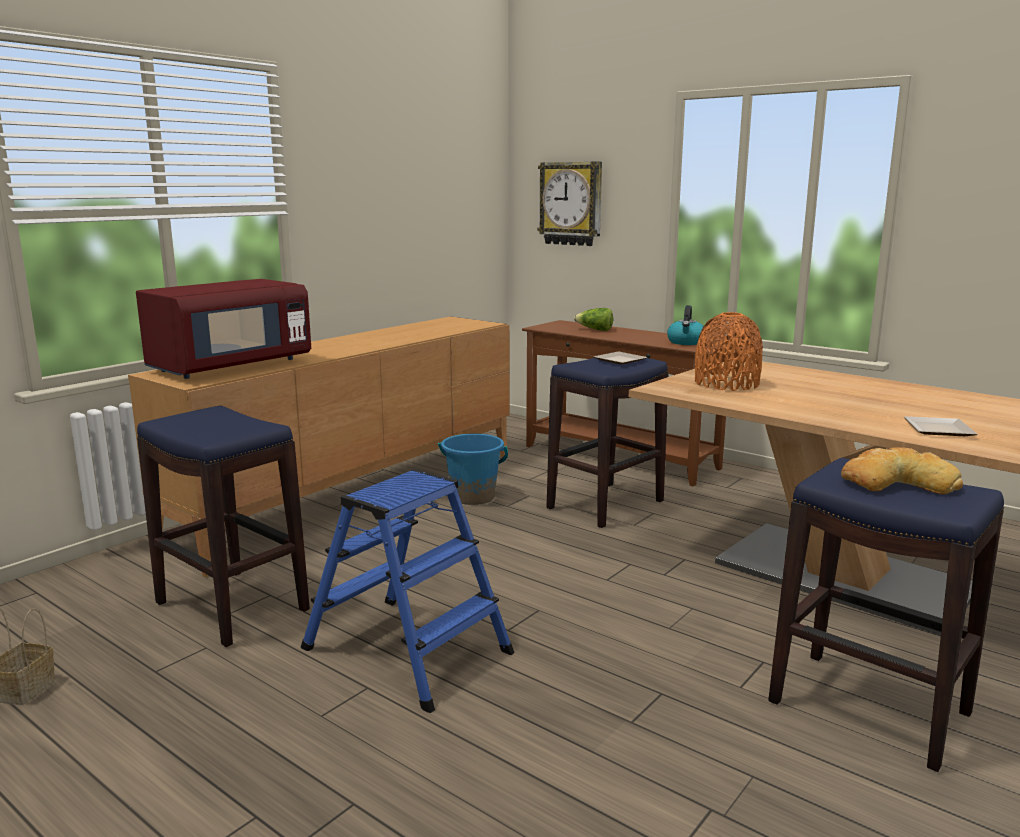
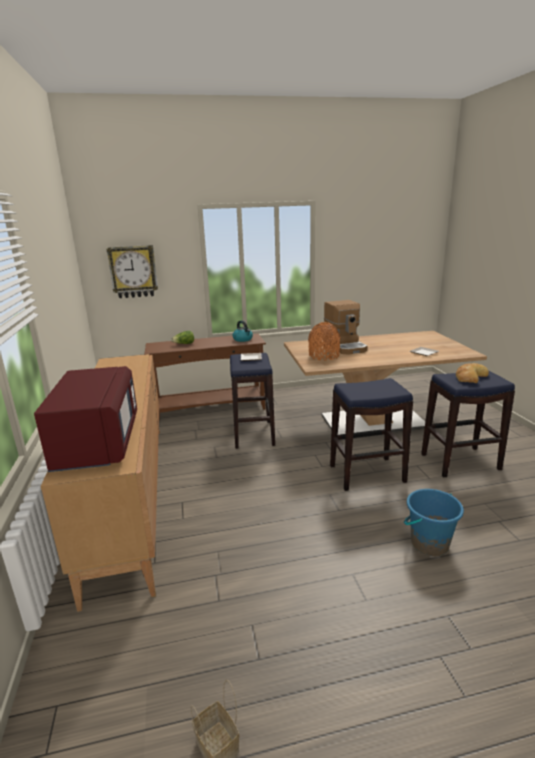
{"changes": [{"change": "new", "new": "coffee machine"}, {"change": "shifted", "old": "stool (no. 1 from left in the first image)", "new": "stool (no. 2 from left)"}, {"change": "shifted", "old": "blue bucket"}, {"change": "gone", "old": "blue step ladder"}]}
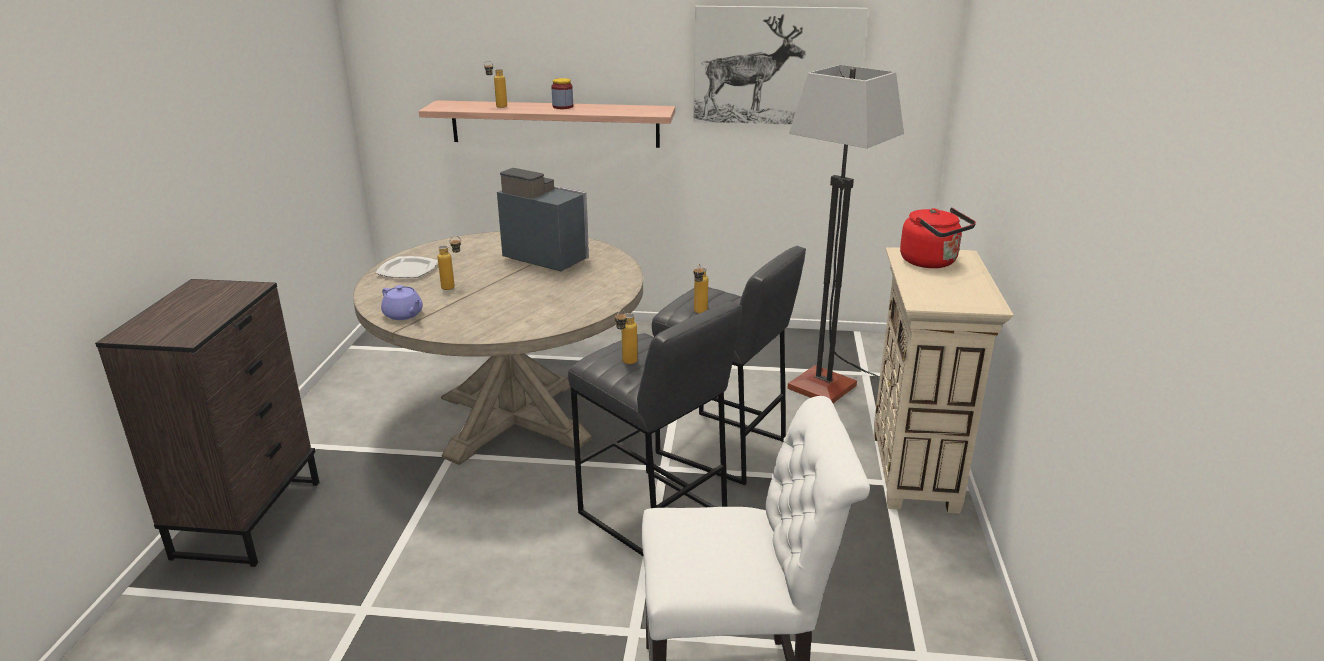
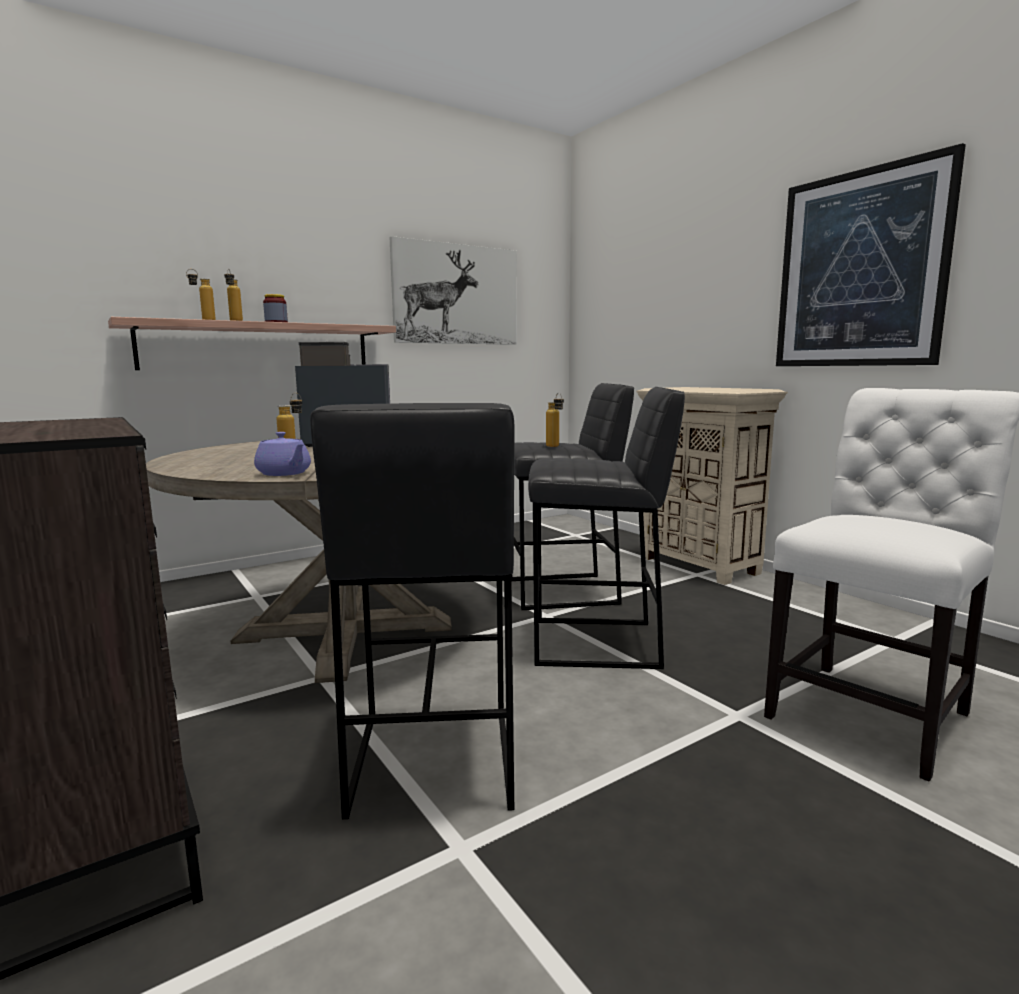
{"changes": [{"change": "shifted", "old": "bottle (no. 3 from left in the first image)", "new": "bottle (no. 2 from left)"}, {"change": "rotated", "old": "purple teapot", "degrees": 45}, {"change": "new", "new": "grey stool (no. 1 from left)"}, {"change": "new", "new": "picture (no. 2 from left)"}, {"change": "gone", "old": "plate"}, {"change": "gone", "old": "floor lamp"}, {"change": "gone", "old": "red kettle"}]}
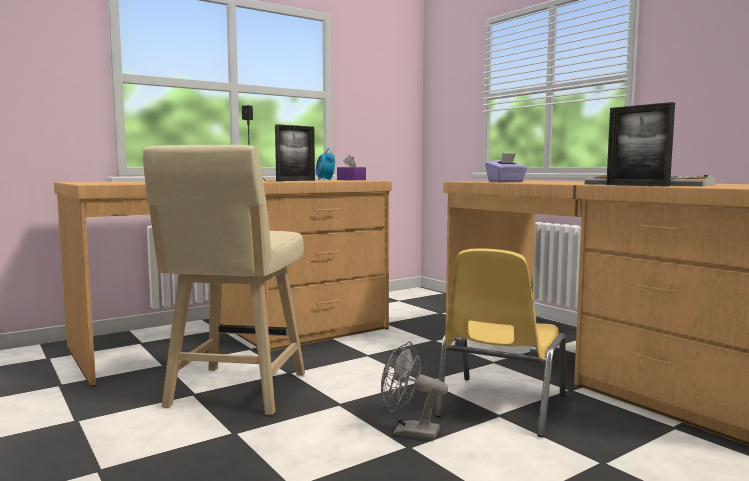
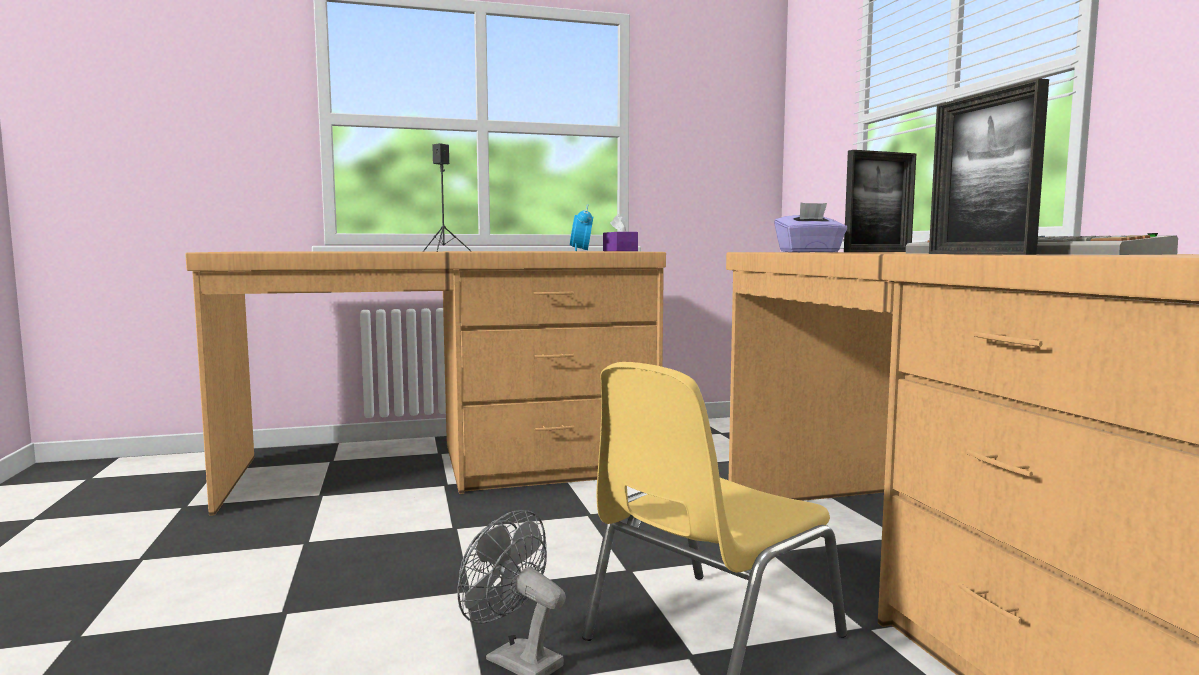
{"changes": [{"change": "shifted", "old": "picture frame (no. 1 from left)"}, {"change": "gone", "old": "beige stool"}]}
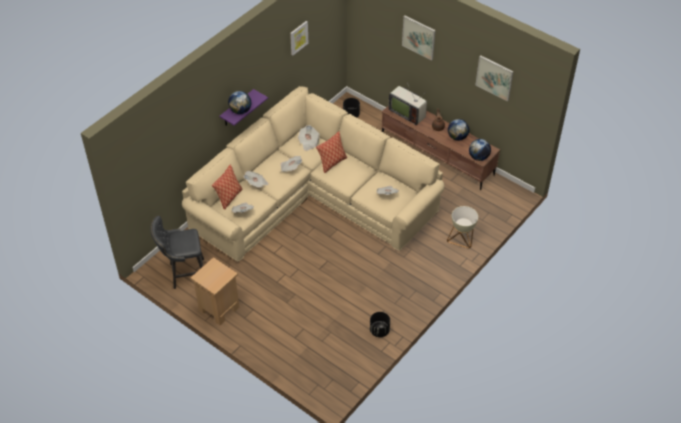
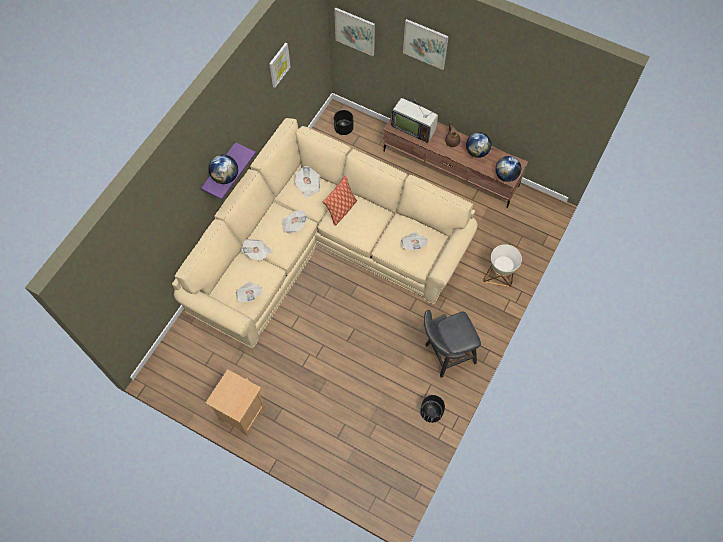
{"changes": [{"change": "shifted", "old": "picture (no. 3 from left in the first image)", "new": "picture (no. 2 from left)"}, {"change": "shifted", "old": "grey stool"}, {"change": "gone", "old": "pillow (no. 1 from left)"}]}
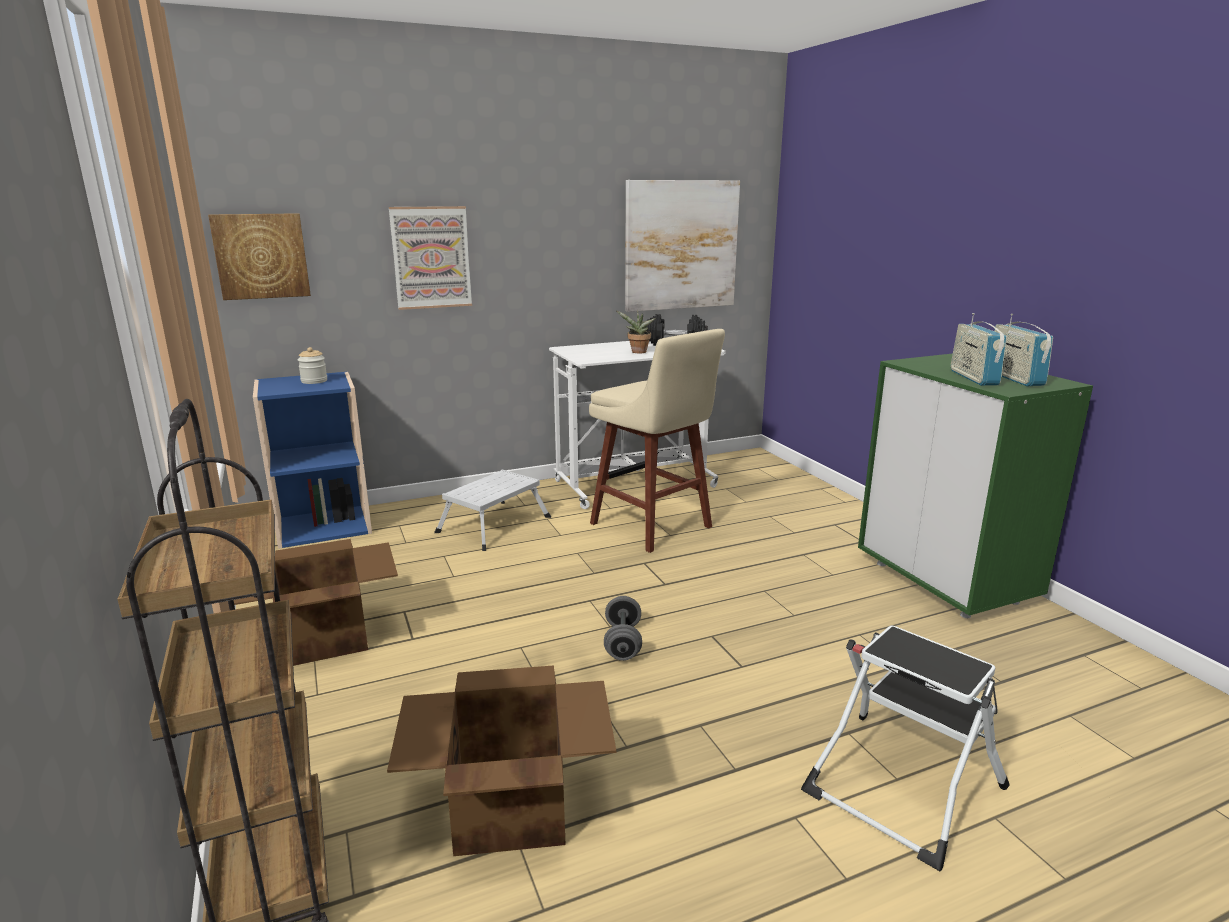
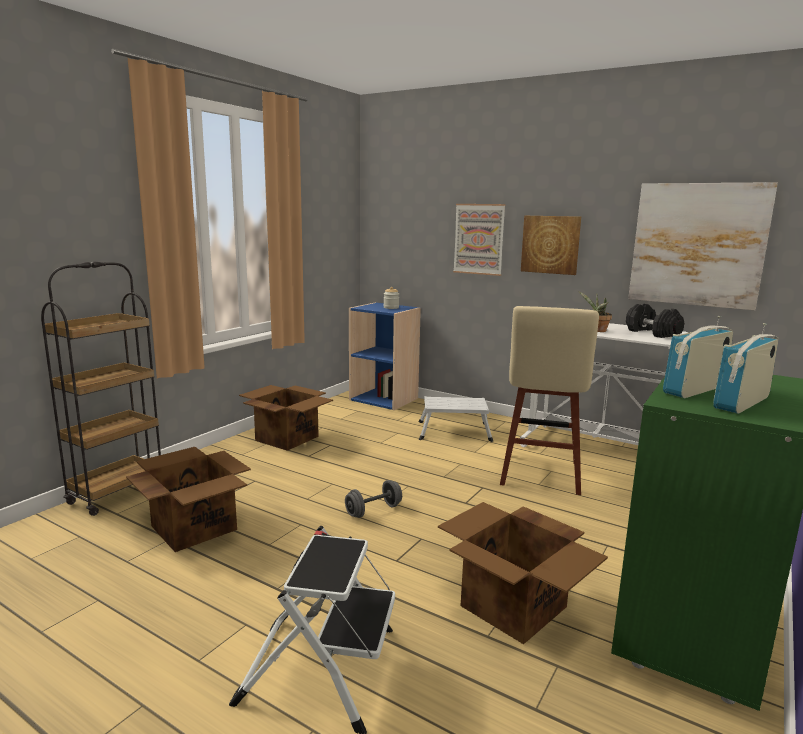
{"changes": [{"change": "new", "new": "cardboard box (no. 3 from left)"}, {"change": "shifted", "old": "picture (no. 1 from left in the first image)", "new": "picture (no. 2 from left)"}]}
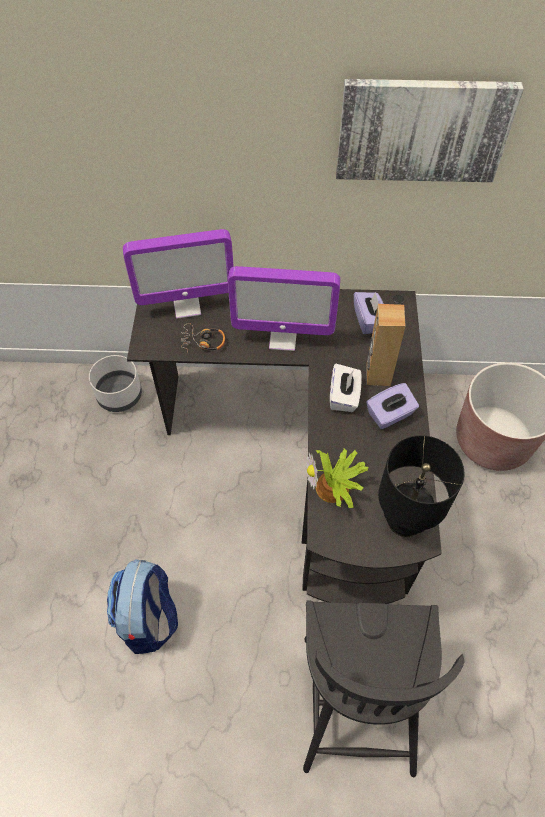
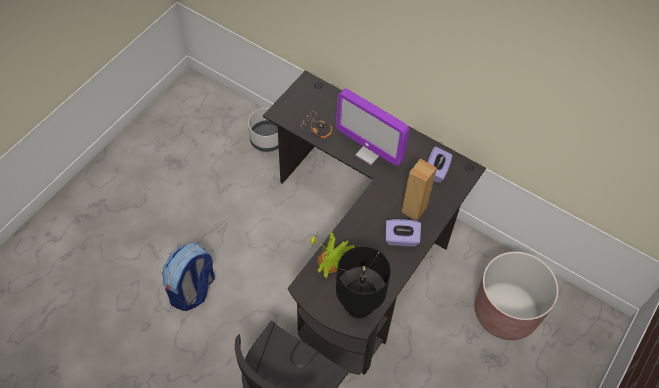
{"changes": [{"change": "gone", "old": "monitor (no. 1 from left)"}, {"change": "gone", "old": "white tissue box"}, {"change": "gone", "old": "picture"}]}
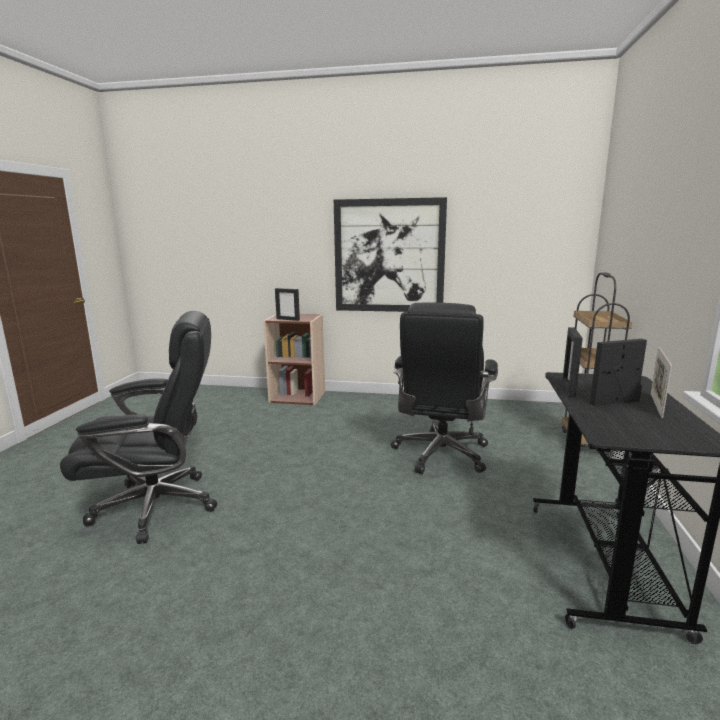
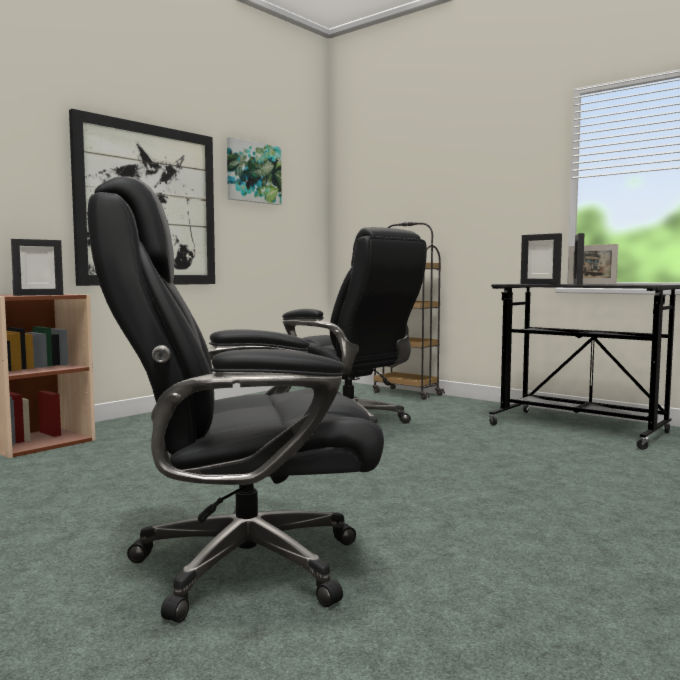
{"changes": [{"change": "rotated", "old": "black office chair (no. 1 from left)", "degrees": -120}, {"change": "new", "new": "picture (no. 2 from left)"}]}
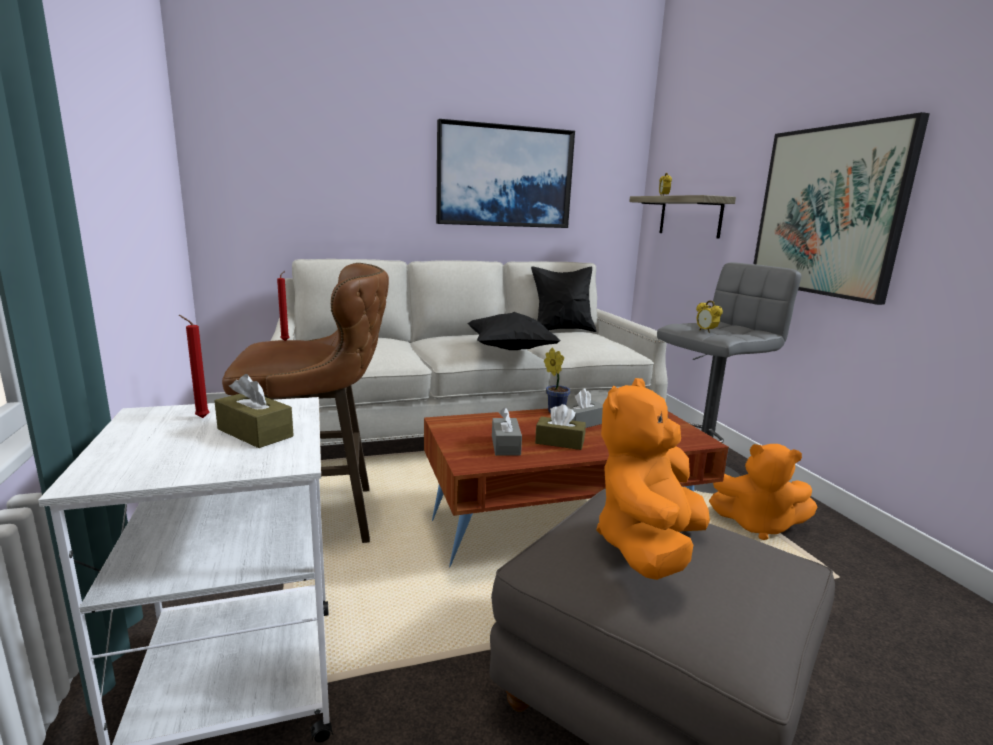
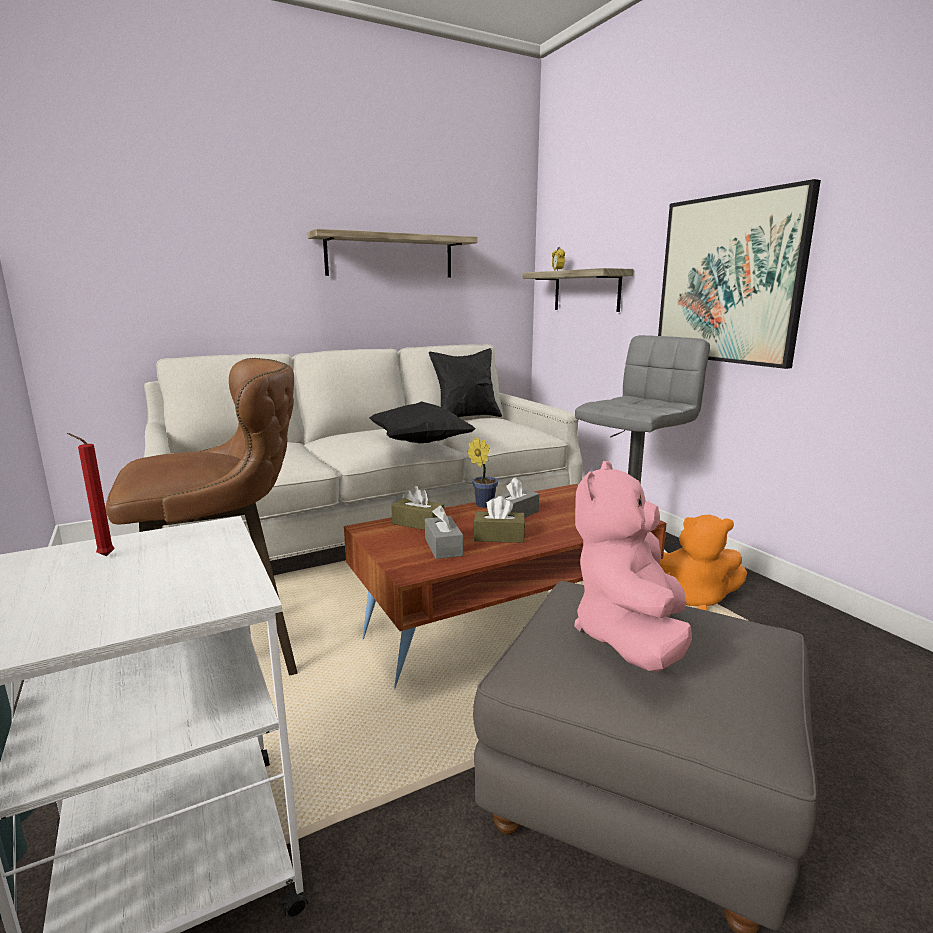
{"changes": [{"change": "swapped", "old": "picture (no. 1 from left)", "new": "shelf (no. 1 from left)"}, {"change": "shifted", "old": "brown tissue box (no. 1 from left)"}, {"change": "repainted", "old": "orange plush toy (no. 1 from left)", "new": "pink plush toy"}, {"change": "gone", "old": "red candle (no. 2 from left)"}, {"change": "gone", "old": "alarm clock (no. 2 from left)"}]}
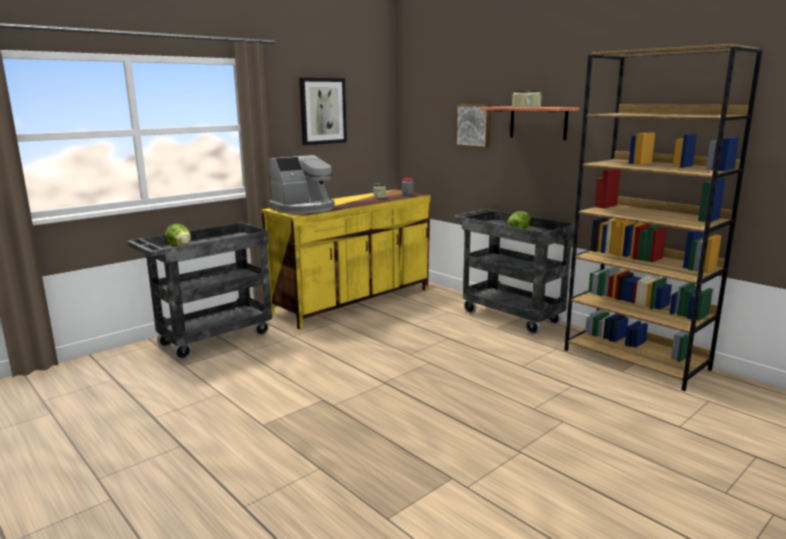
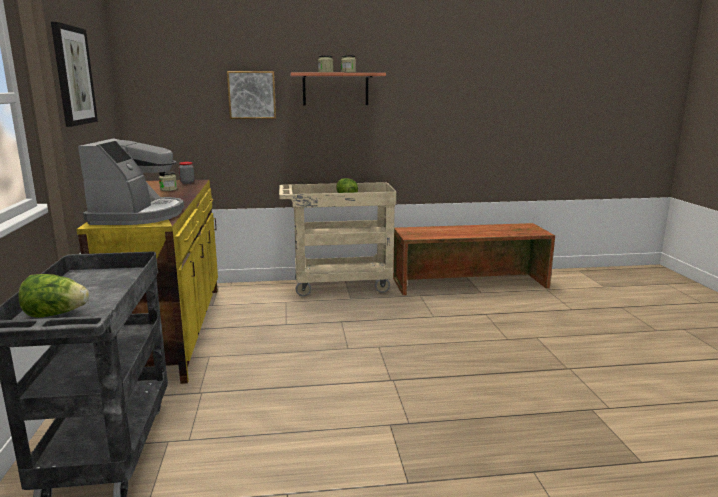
{"changes": [{"change": "repainted", "old": "black cart (no. 2 from left)", "new": "beige cart"}, {"change": "swapped", "old": "brown bookcase", "new": "brown bench"}]}
